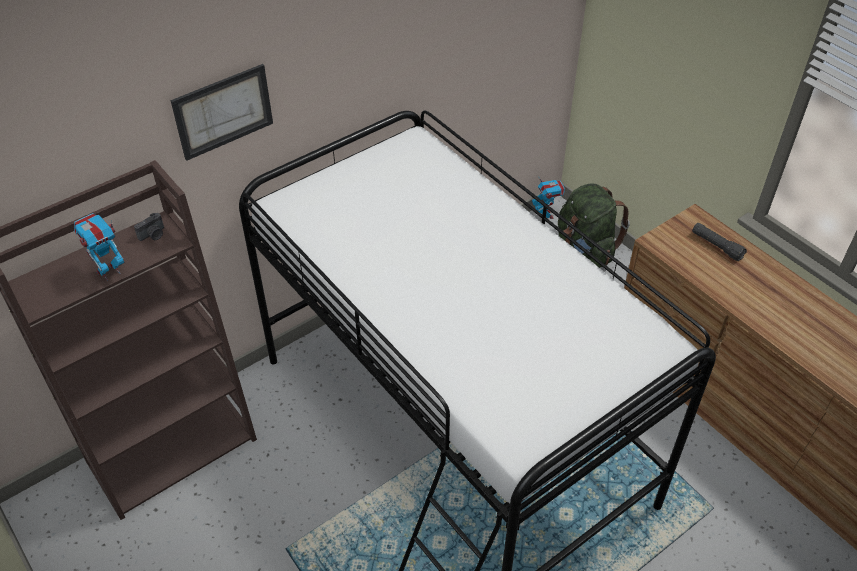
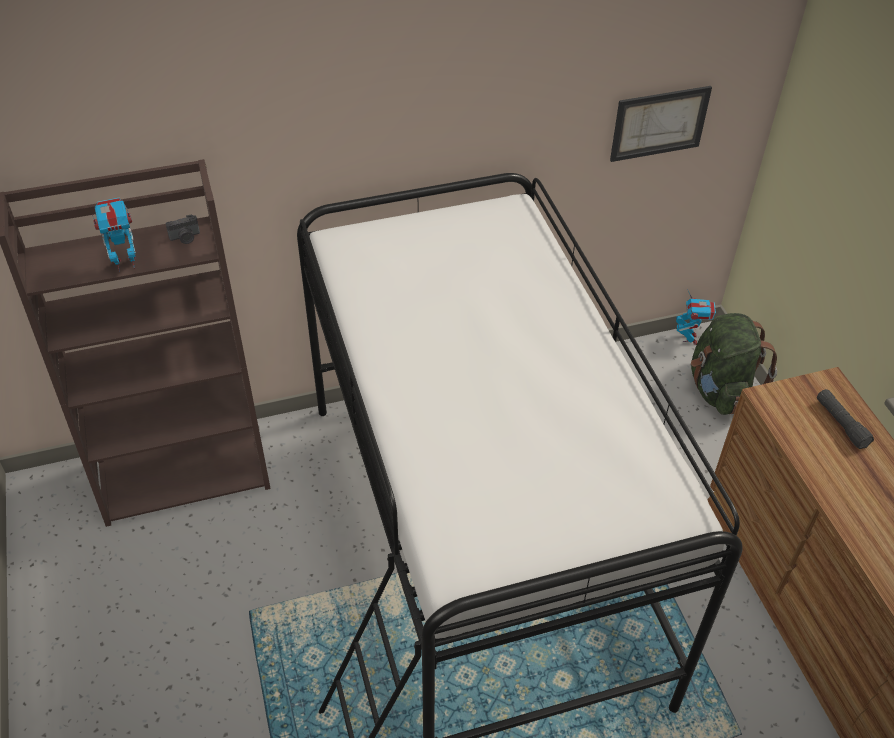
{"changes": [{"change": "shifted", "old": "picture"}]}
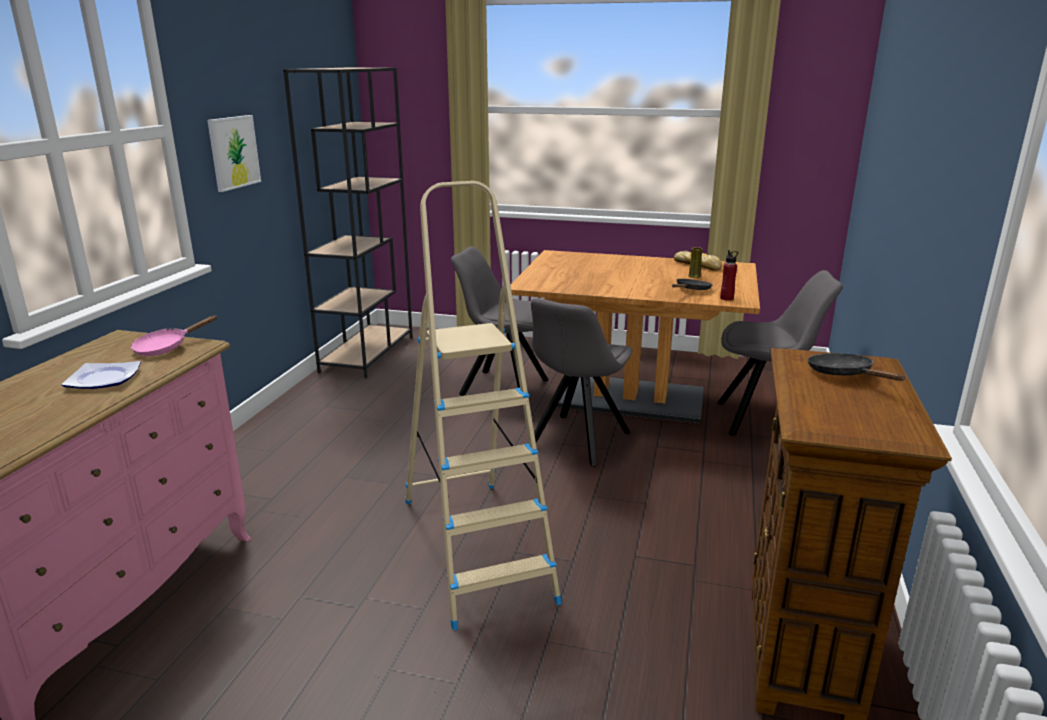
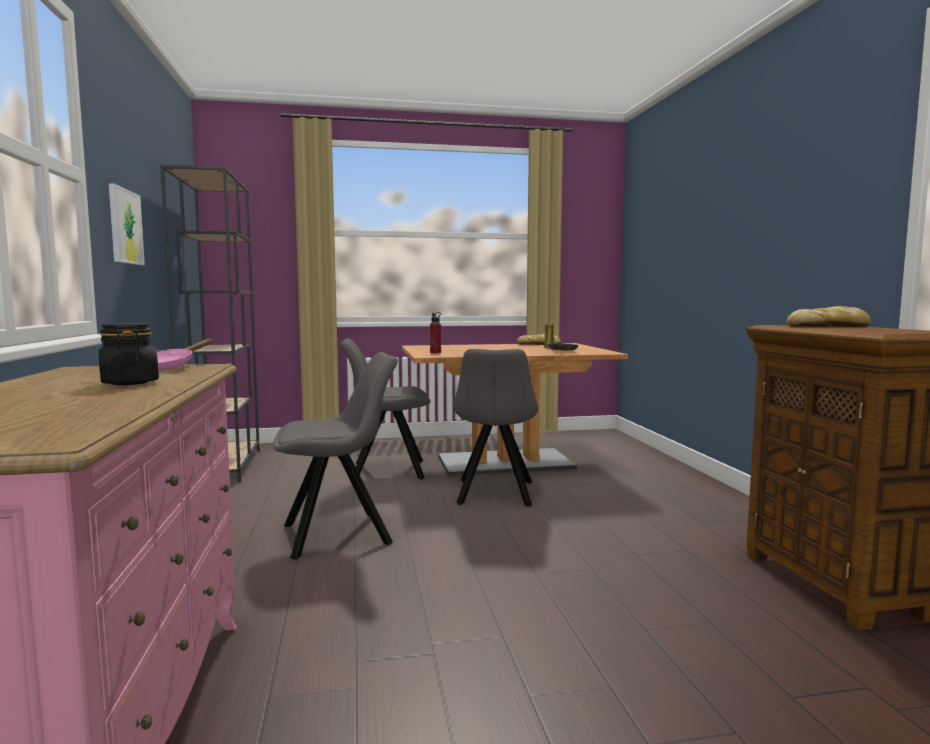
{"changes": [{"change": "swapped", "old": "plate", "new": "black jar"}, {"change": "shifted", "old": "grey chair (no. 3 from left in the first image)", "new": "grey chair (no. 1 from left)"}, {"change": "shifted", "old": "red bottle"}, {"change": "swapped", "old": "black frying pan (no. 2 from left)", "new": "bread (no. 2 from left)"}, {"change": "gone", "old": "beige step ladder"}]}
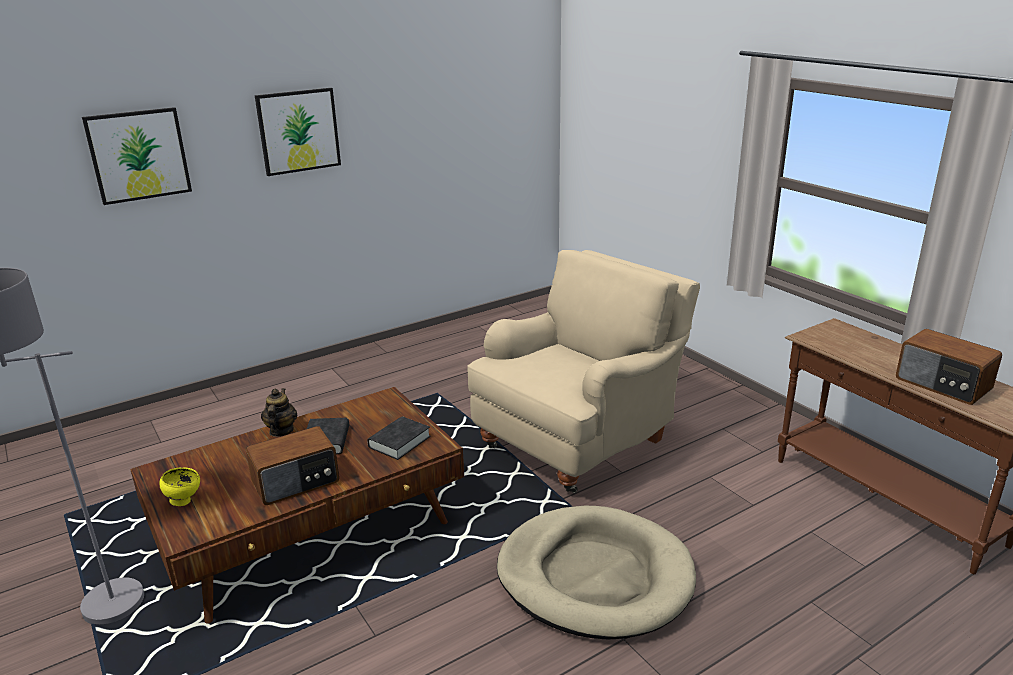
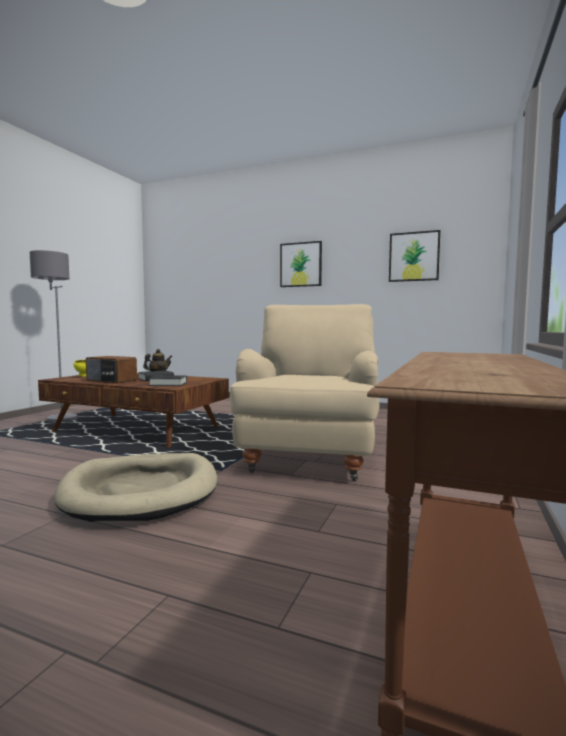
{"changes": [{"change": "rotated", "old": "beige armchair", "degrees": -90}, {"change": "shifted", "old": "picture (no. 1 from left in the first image)", "new": "picture (no. 2 from left)"}, {"change": "gone", "old": "radio (no. 2 from left)"}]}
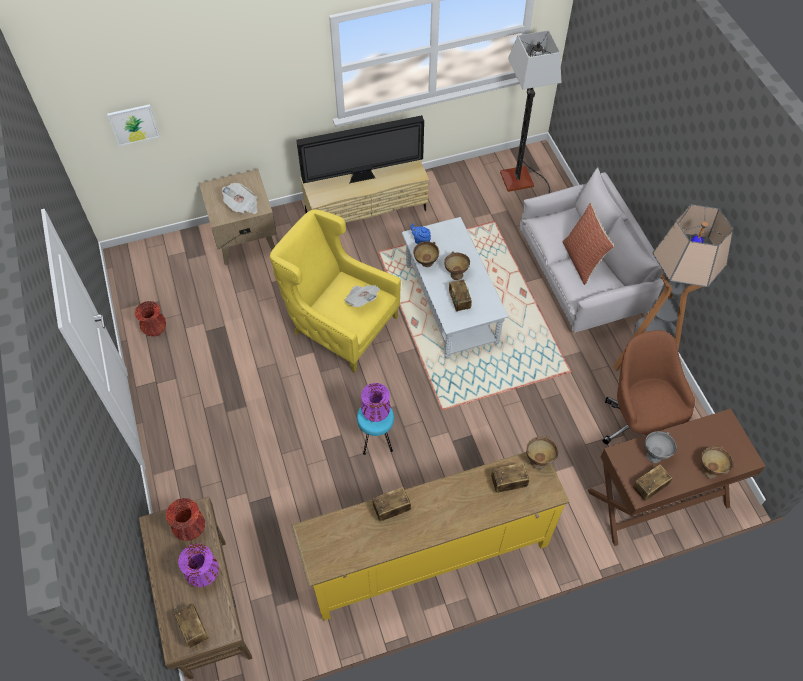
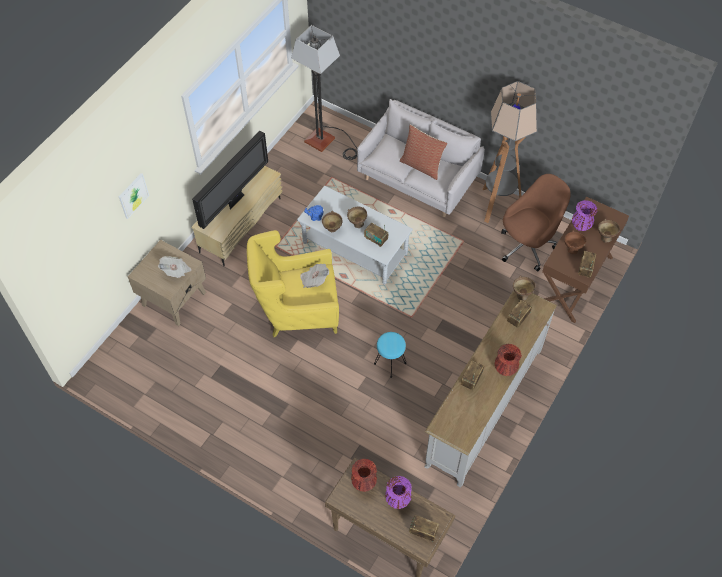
{"changes": [{"change": "shifted", "old": "picture"}, {"change": "repainted", "old": "yellow cabinet", "new": "grey cabinet"}, {"change": "shifted", "old": "red vase (no. 1 from left in the first image)", "new": "red vase (no. 2 from left)"}, {"change": "rotated", "old": "brown office chair", "degrees": 105}, {"change": "repainted", "old": "grey bowl", "new": "brown bowl (no. 4 from left)"}, {"change": "shifted", "old": "purple vase (no. 2 from left)"}]}
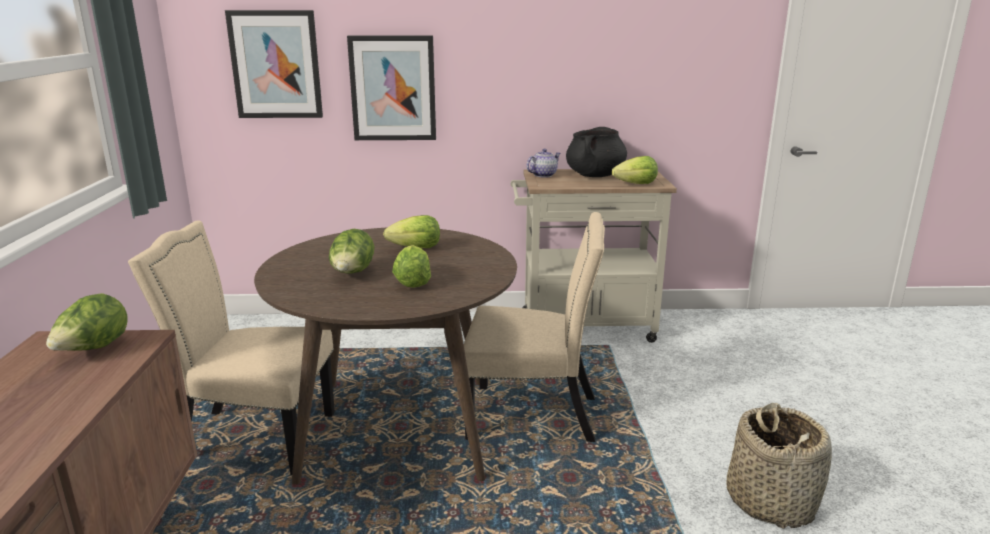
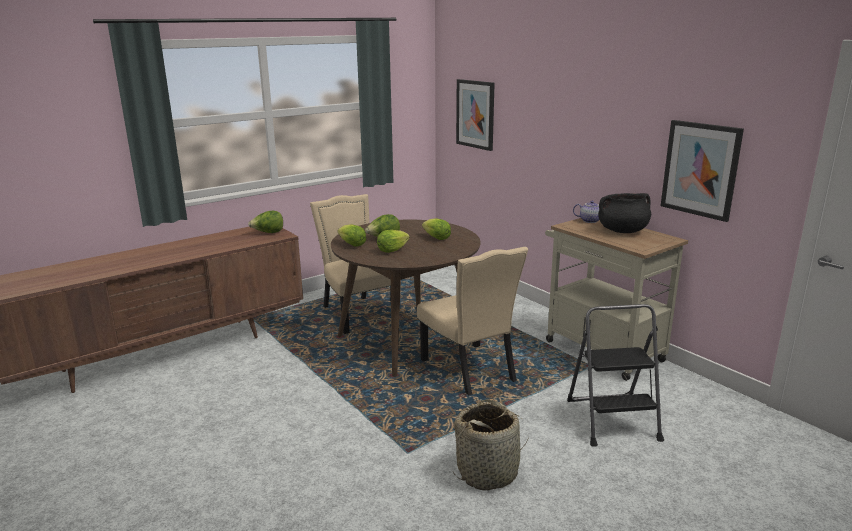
{"changes": [{"change": "shifted", "old": "lettuce (no. 5 from left in the first image)", "new": "lettuce (no. 2 from left)"}, {"change": "new", "new": "black step ladder"}, {"change": "shifted", "old": "picture (no. 2 from left)"}]}
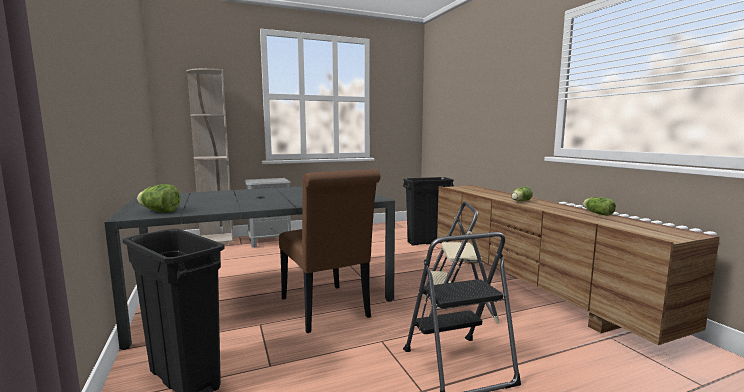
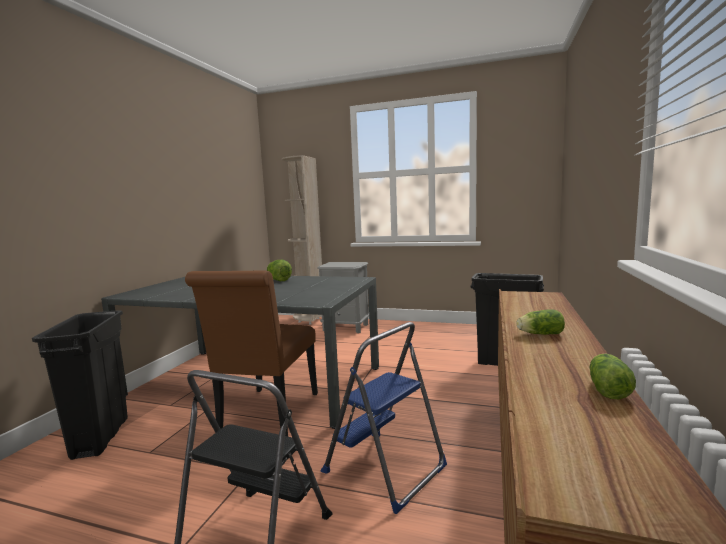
{"changes": [{"change": "shifted", "old": "lettuce (no. 1 from left)"}, {"change": "repainted", "old": "beige step ladder", "new": "blue step ladder"}]}
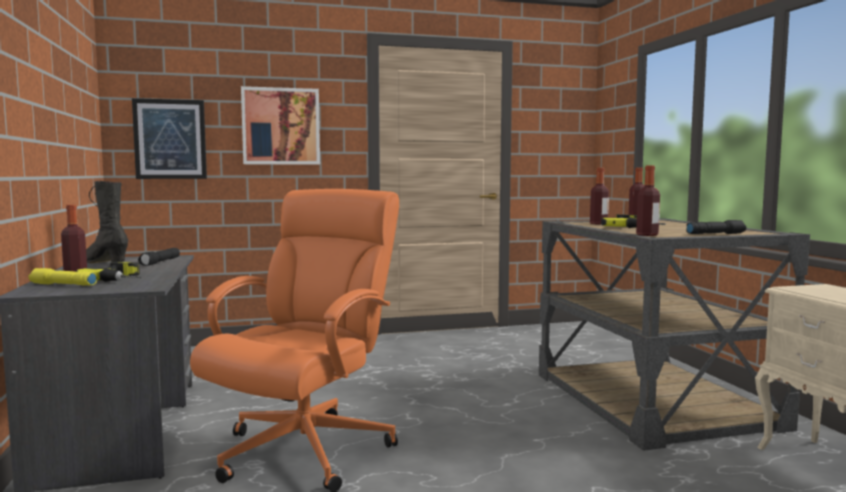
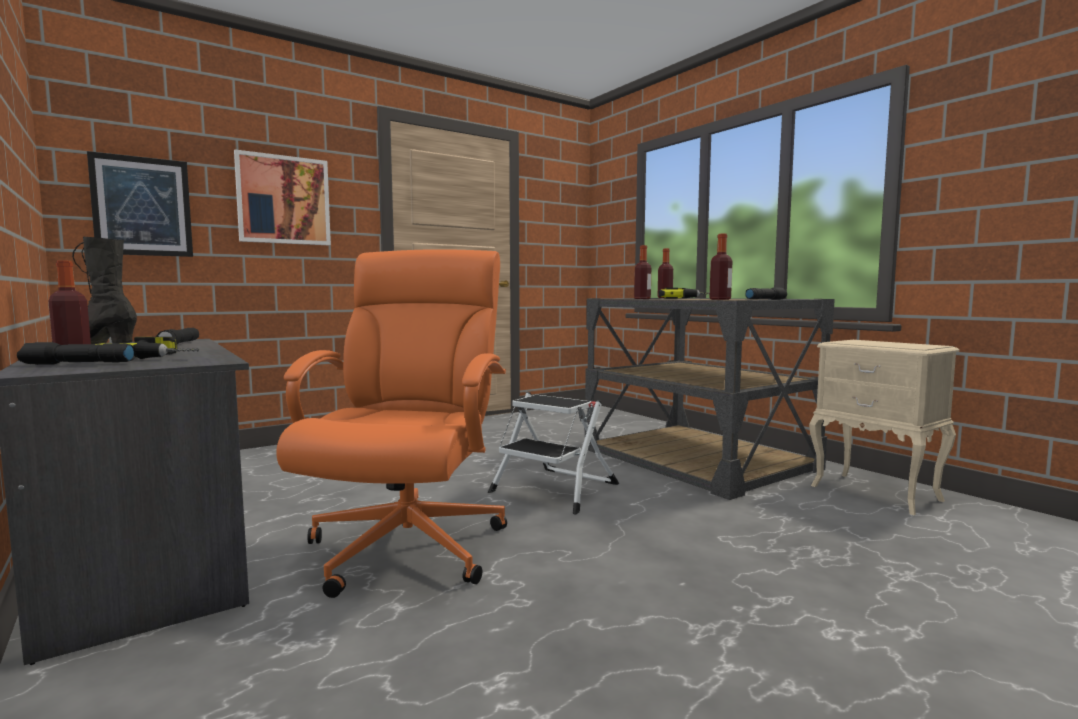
{"changes": [{"change": "repainted", "old": "yellow flashlight", "new": "black flashlight (no. 1 from left)"}, {"change": "new", "new": "step ladder"}]}
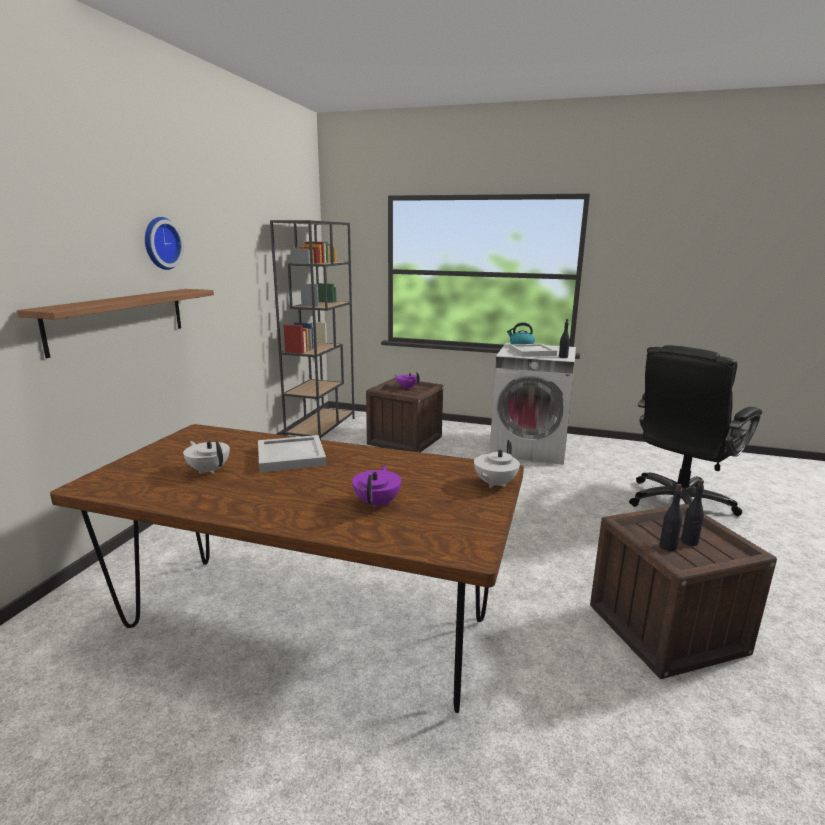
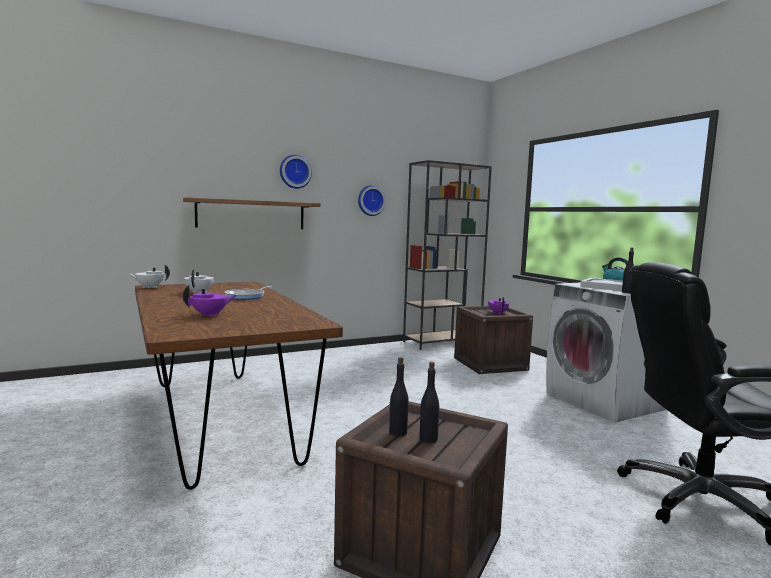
{"changes": [{"change": "shifted", "old": "white teapot (no. 2 from left in the first image)", "new": "white teapot (no. 1 from left)"}, {"change": "swapped", "old": "white tray (no. 1 from left)", "new": "frying pan"}, {"change": "new", "new": "wall clock (no. 2 from left)"}]}
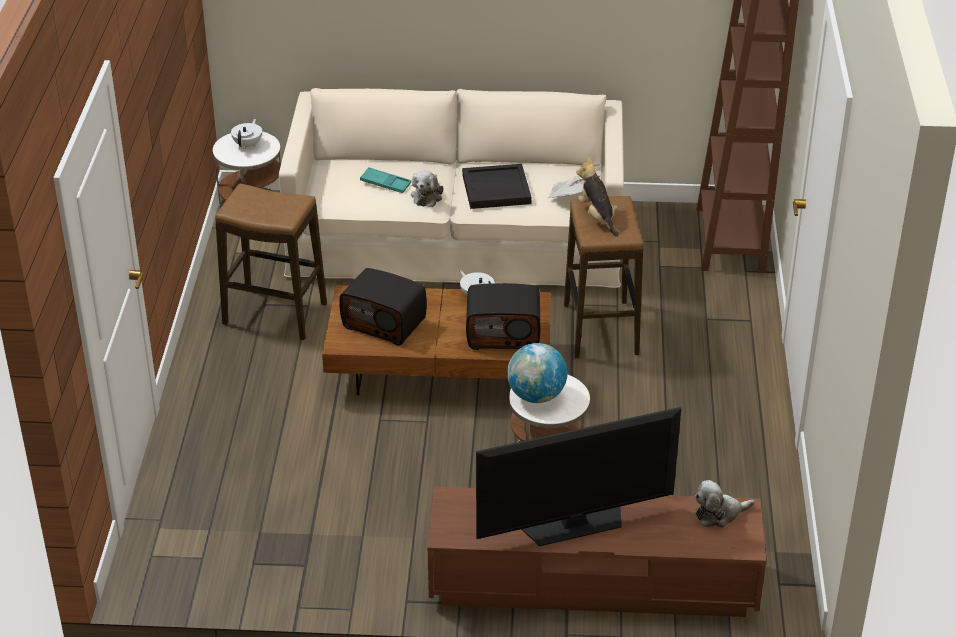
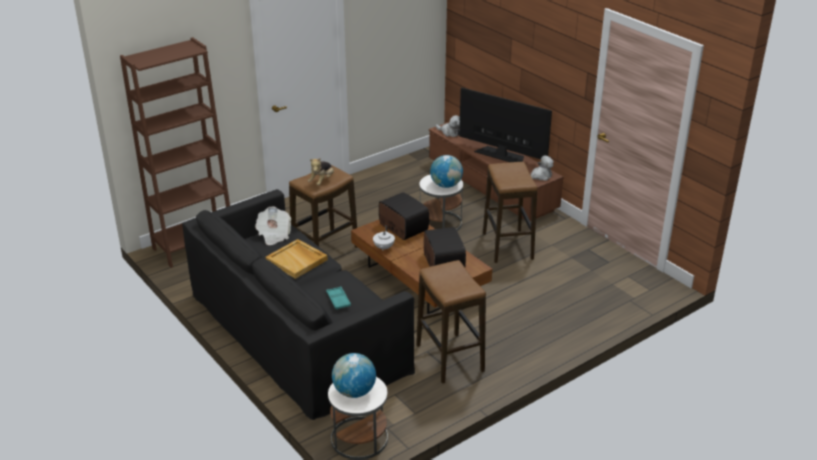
{"changes": [{"change": "repainted", "old": "beige sofa", "new": "black sofa"}, {"change": "repainted", "old": "black tray", "new": "beige tray"}, {"change": "swapped", "old": "white teapot (no. 1 from left)", "new": "globe (no. 1 from left)"}, {"change": "new", "new": "stool (no. 3 from left)"}, {"change": "shifted", "old": "plush toy (no. 1 from left in the first image)", "new": "plush toy (no. 3 from left)"}]}
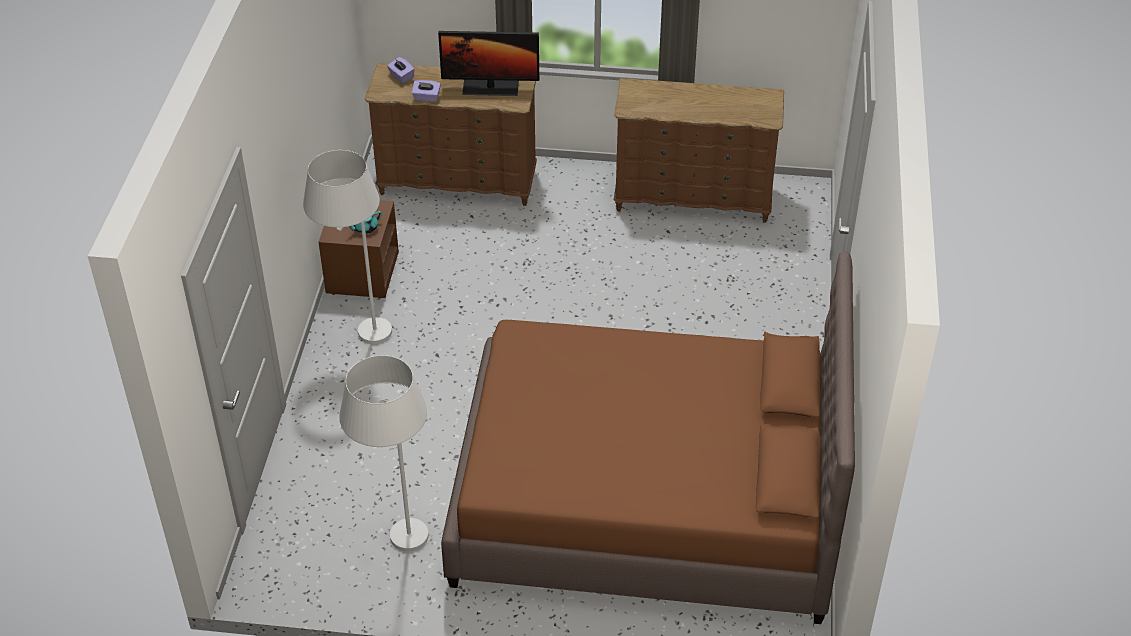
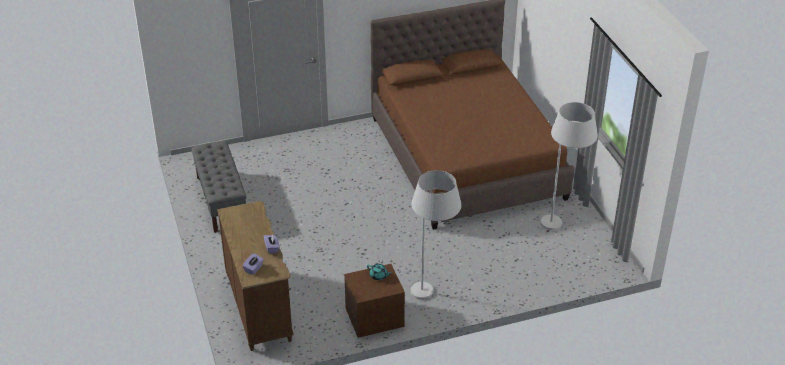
{"changes": [{"change": "swapped", "old": "brown dresser (no. 2 from left)", "new": "grey bench"}, {"change": "gone", "old": "monitor"}]}
